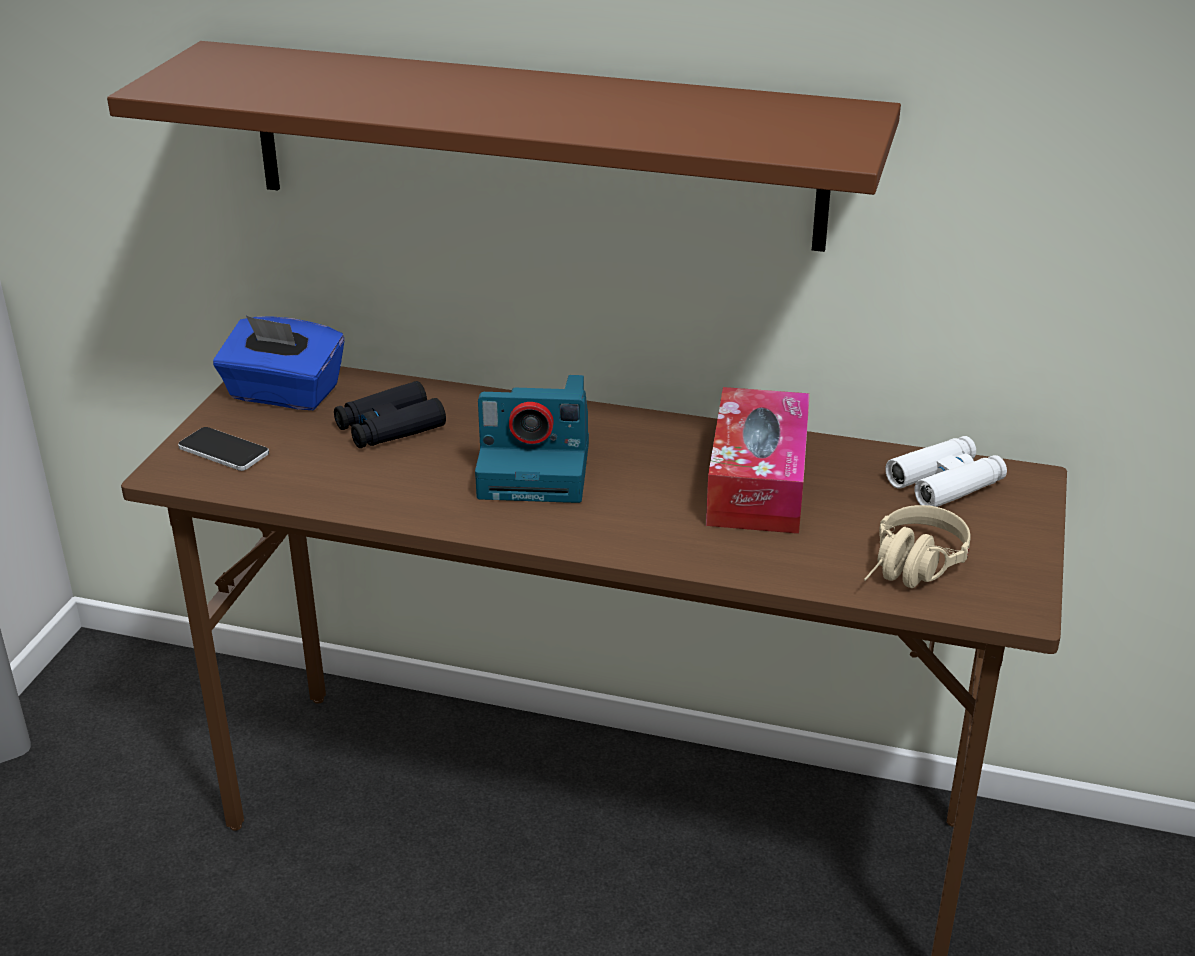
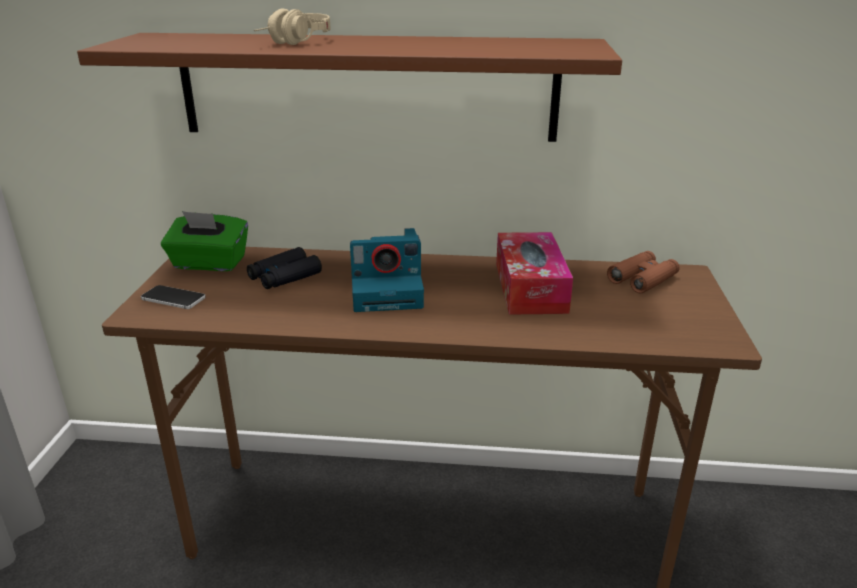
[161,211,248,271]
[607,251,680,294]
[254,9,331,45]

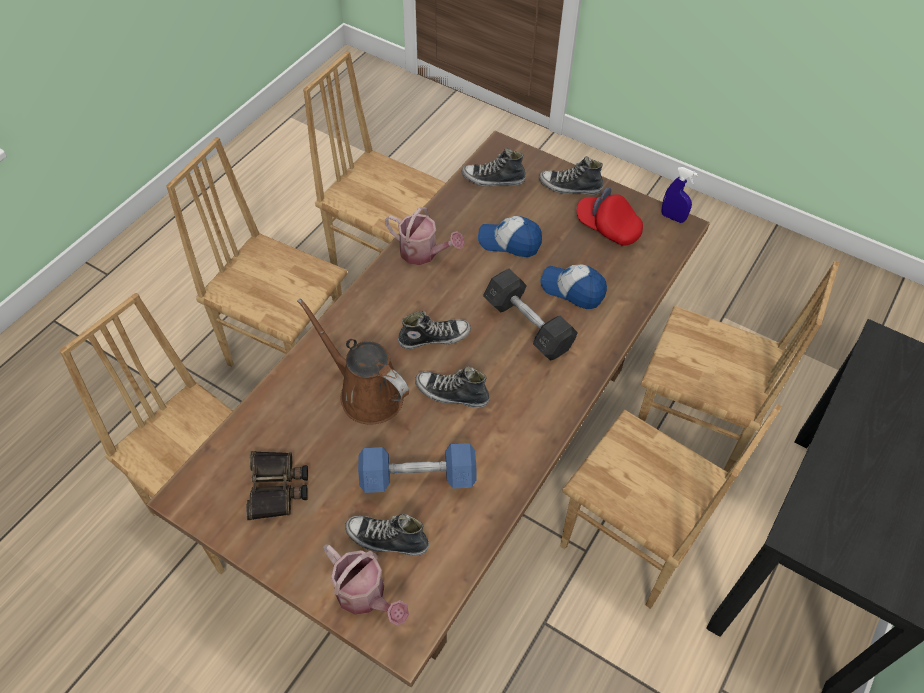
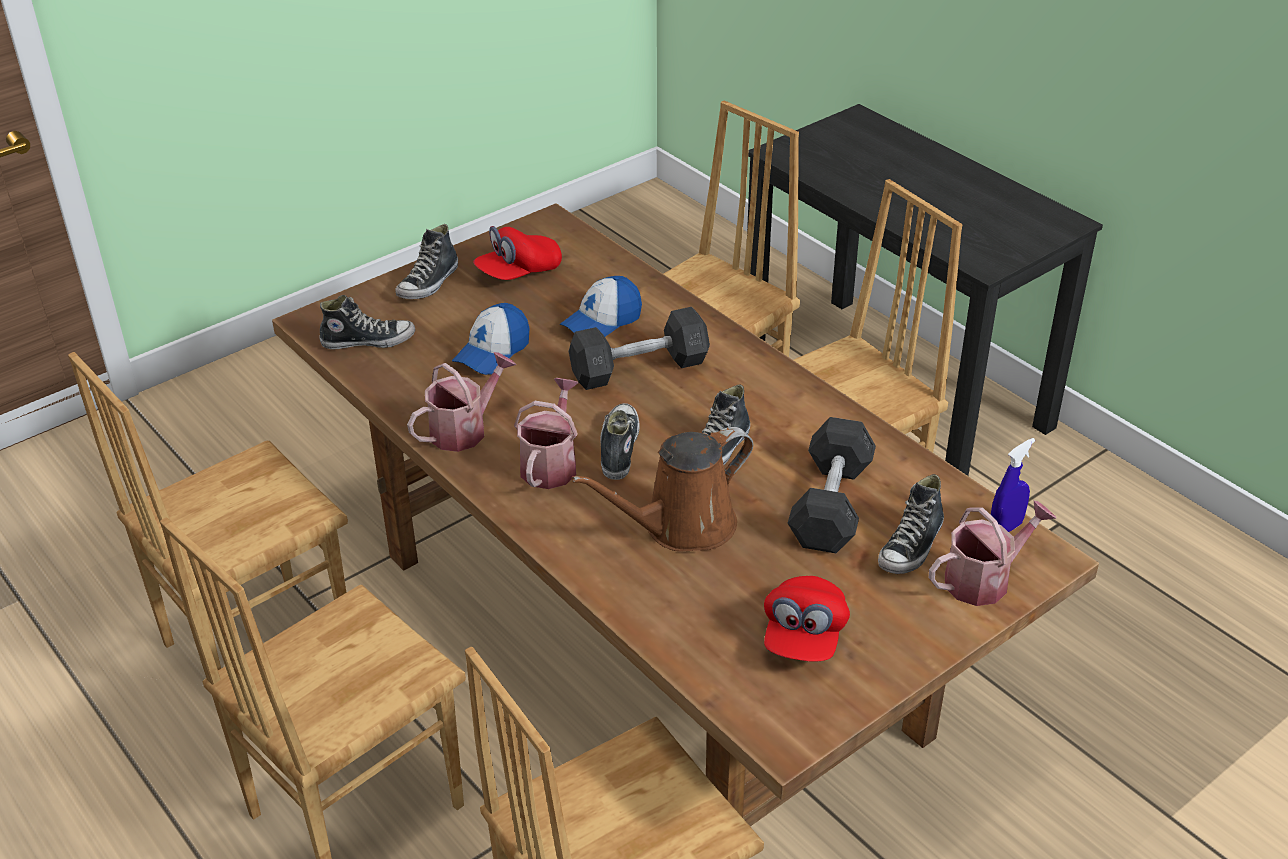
[319,295,415,349]
[991,438,1035,532]
[788,417,876,553]
[764,576,850,661]
[514,378,579,489]

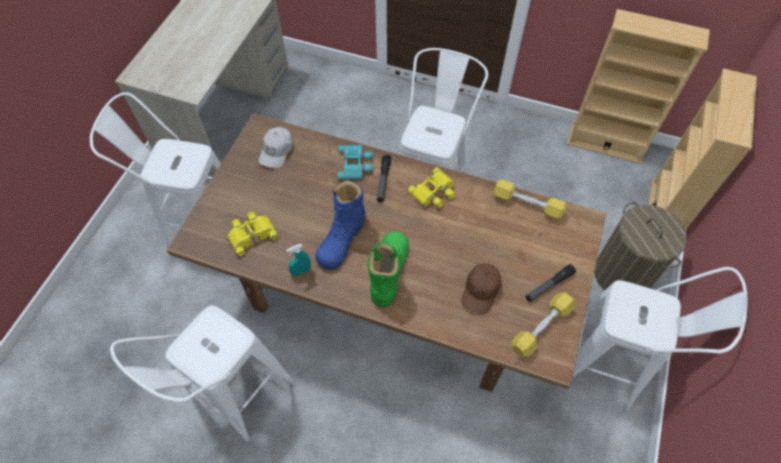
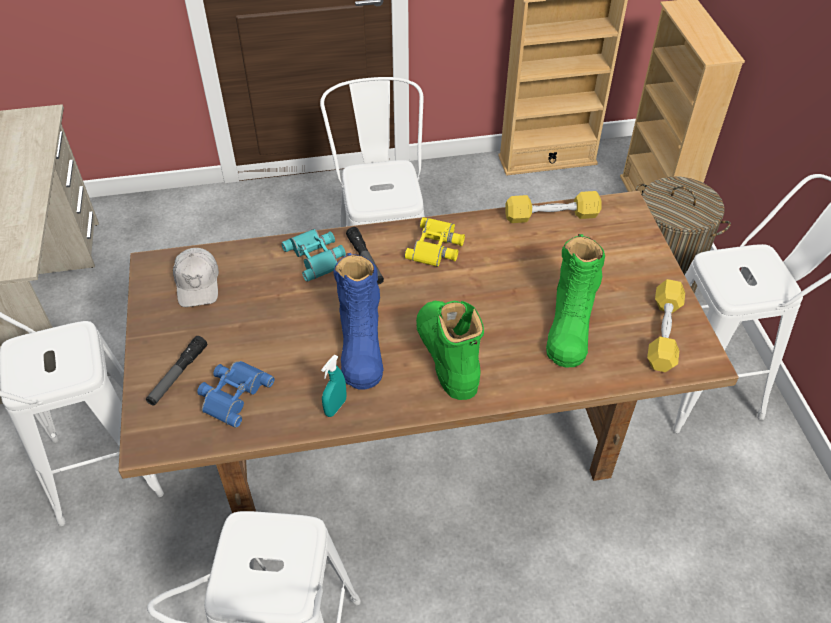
[197,361,275,428]
[546,234,605,368]
[146,336,207,406]

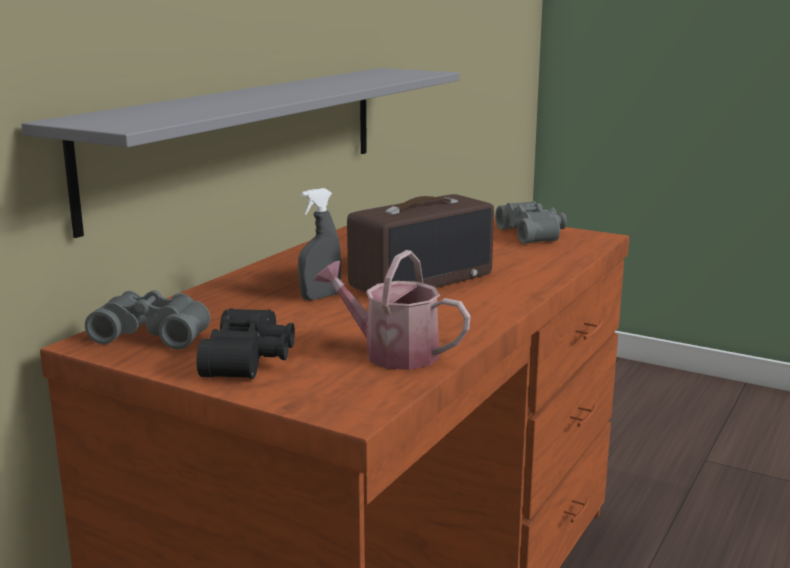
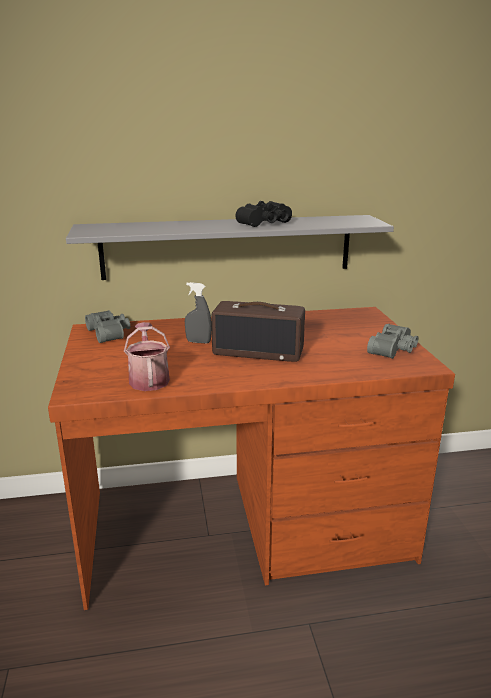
[235,201,292,227]

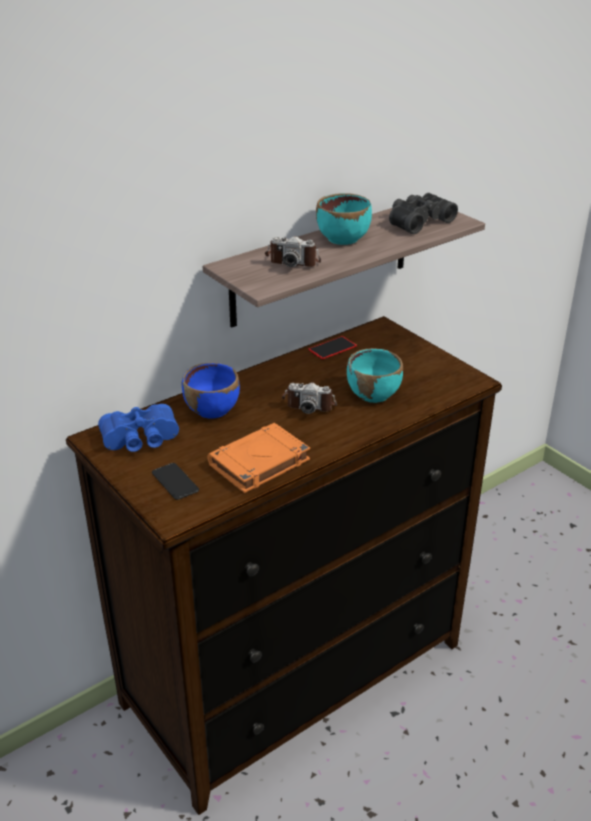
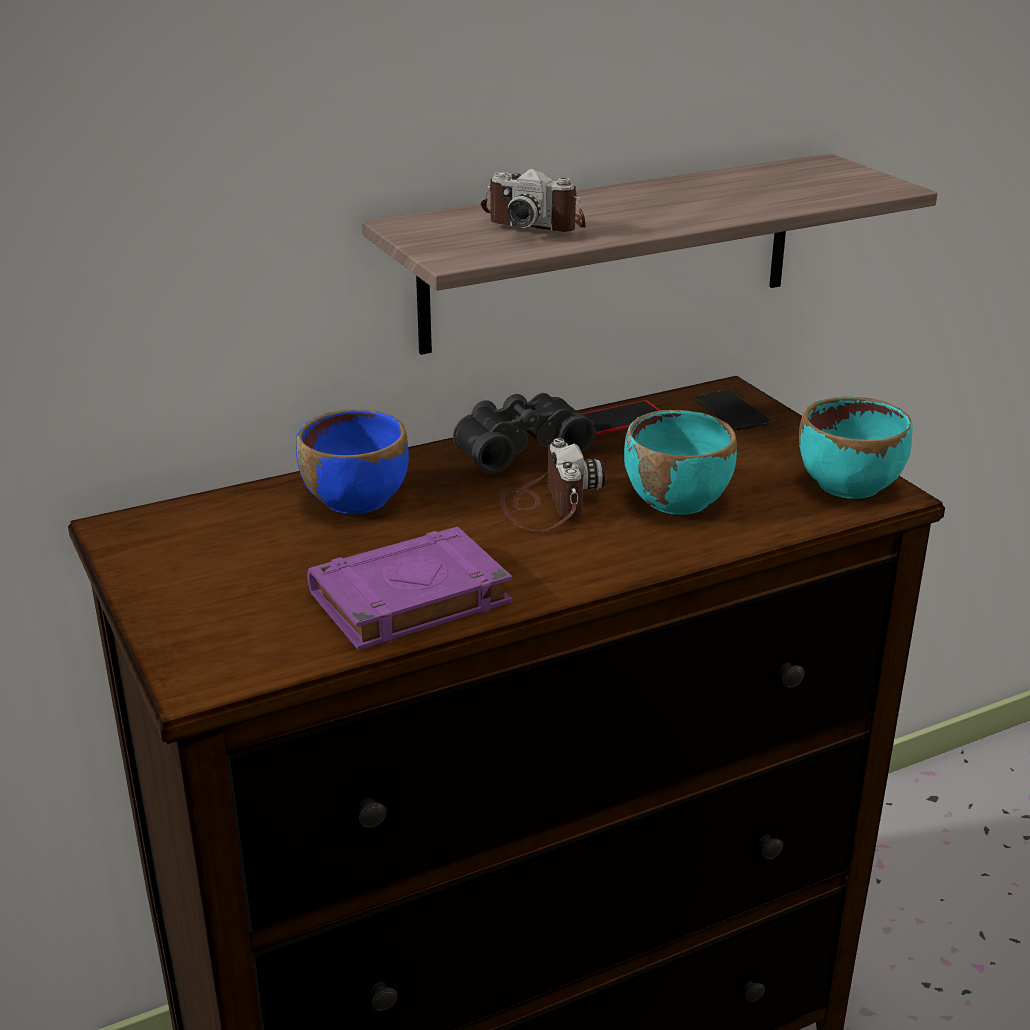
[799,396,913,499]
[453,393,595,474]
[500,438,605,532]
[98,404,179,452] (first image)
[307,527,512,650]
[694,390,771,430]

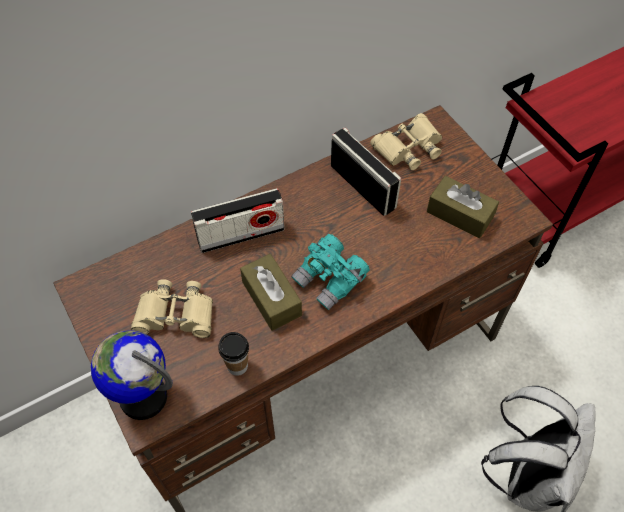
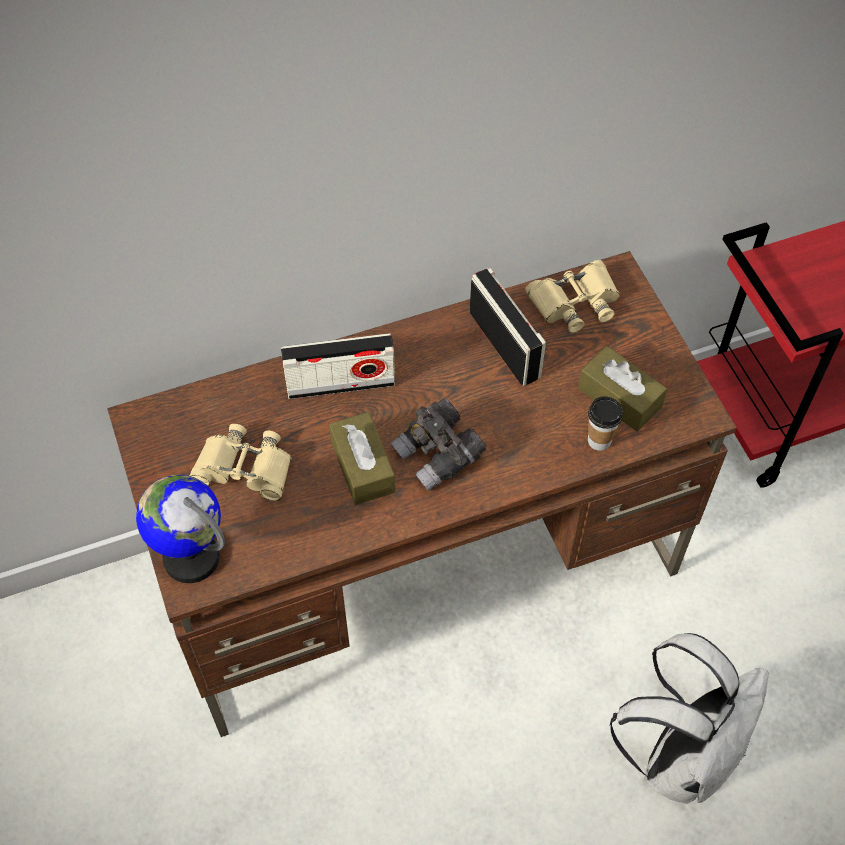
[390,398,486,491]
[588,396,623,451]

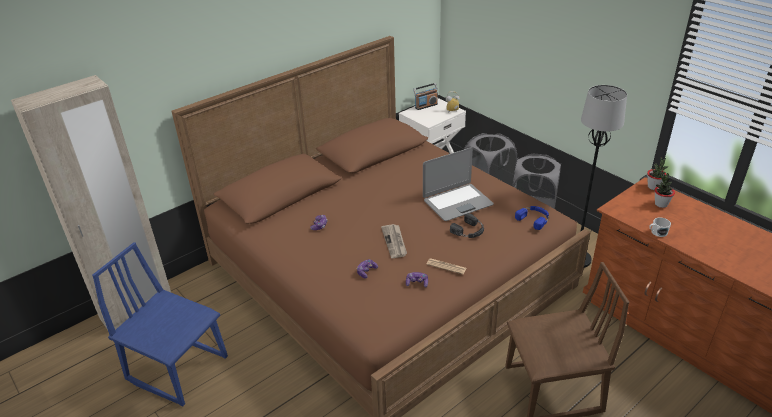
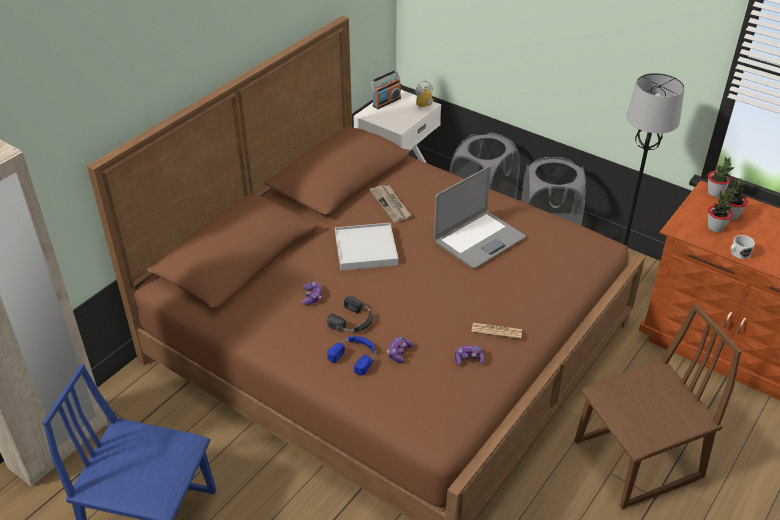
[327,336,375,375]
[327,296,373,333]
[370,185,411,222]
[708,187,733,232]
[335,223,398,271]

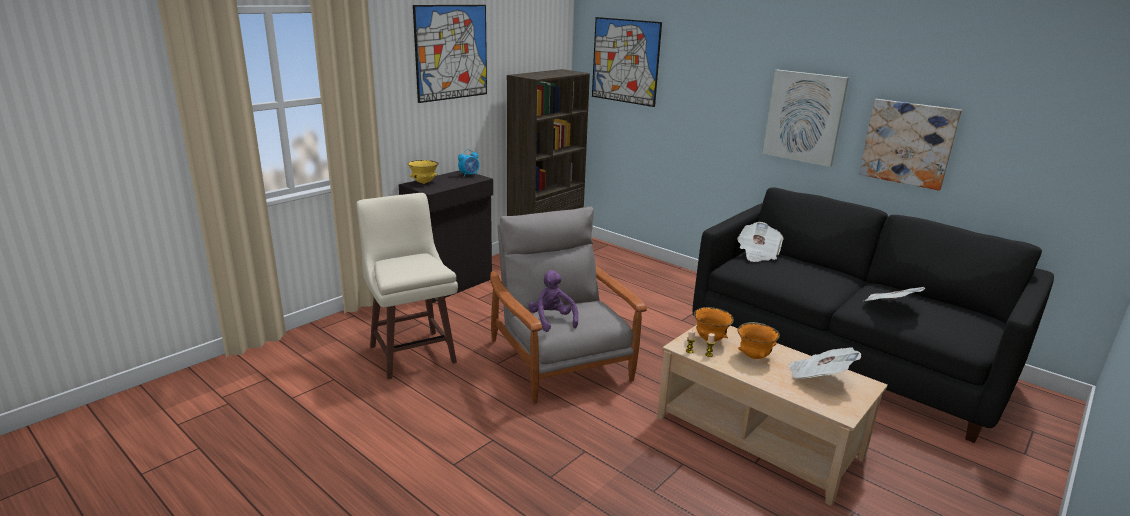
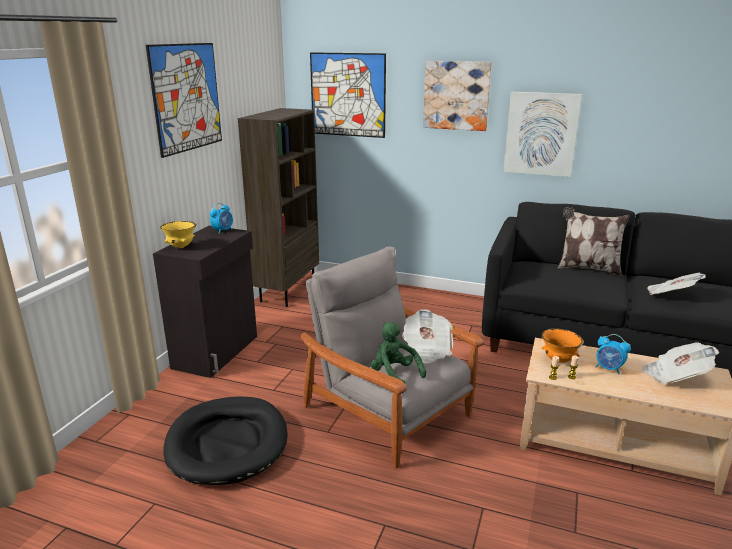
[423,61,492,131]
[163,396,288,485]
[402,309,453,364]
[371,322,426,383]
[595,334,631,374]
[558,207,629,276]

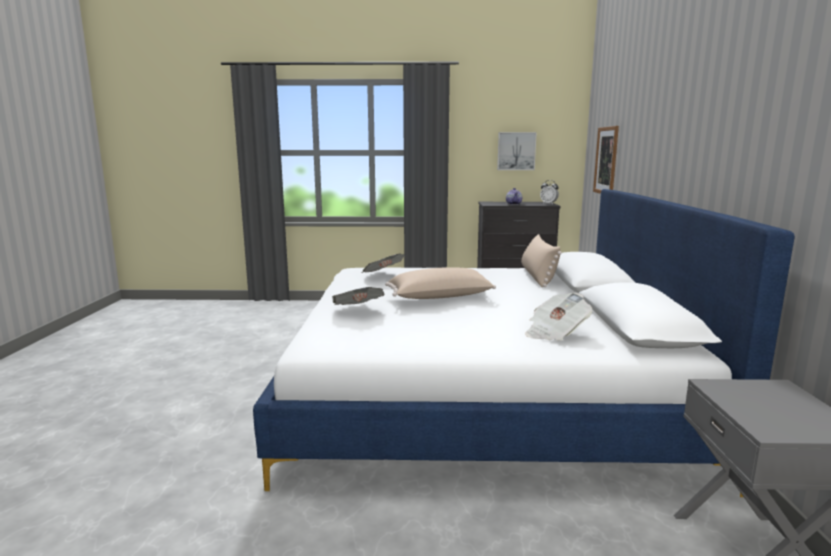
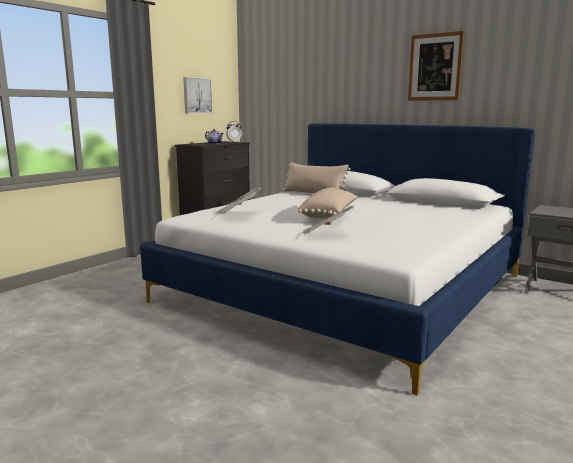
[408,31,464,101]
[525,293,592,341] (first image)

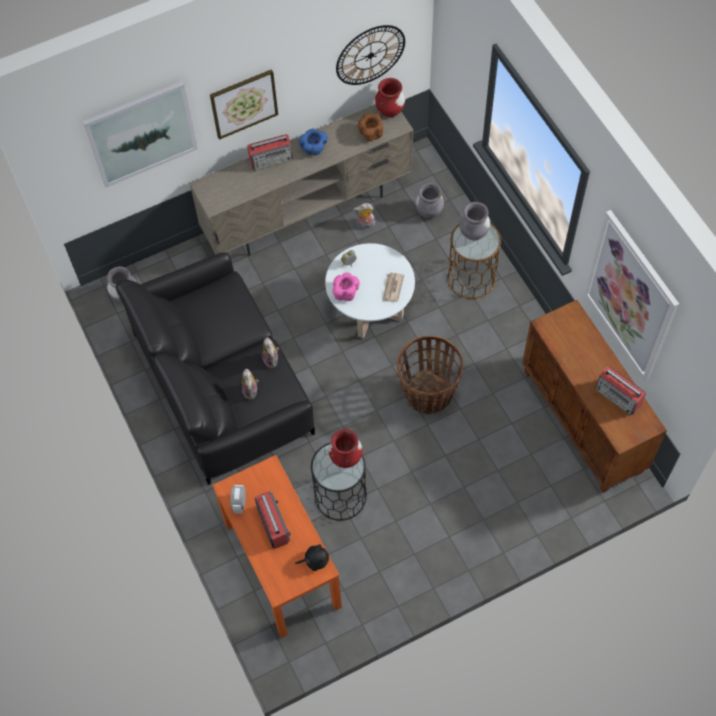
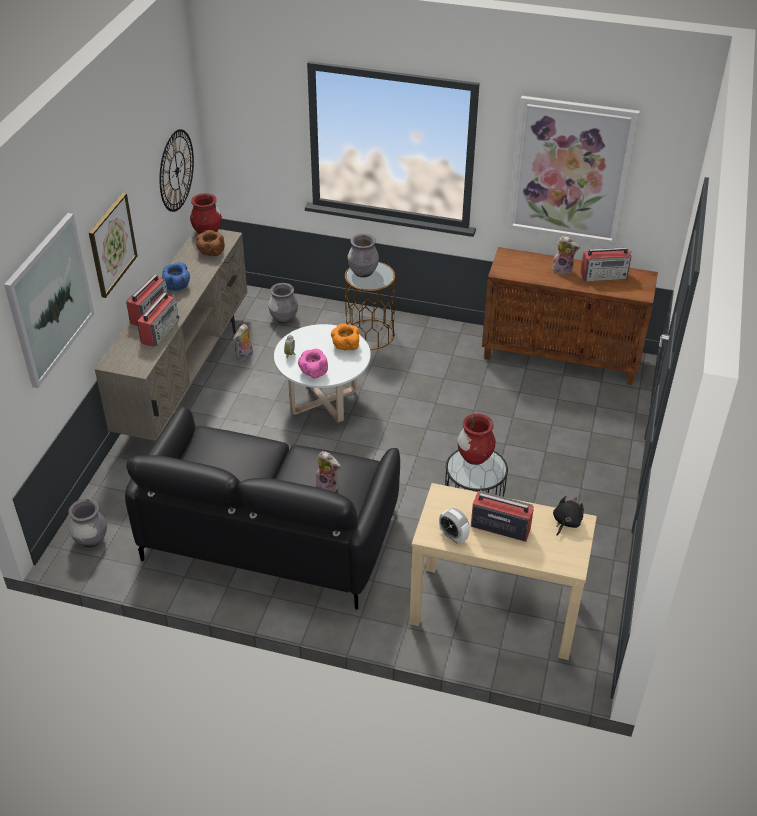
[331,323,359,351]
[397,336,464,414] (first image)
[552,235,580,275]
[409,483,597,660]
[137,292,180,347]

